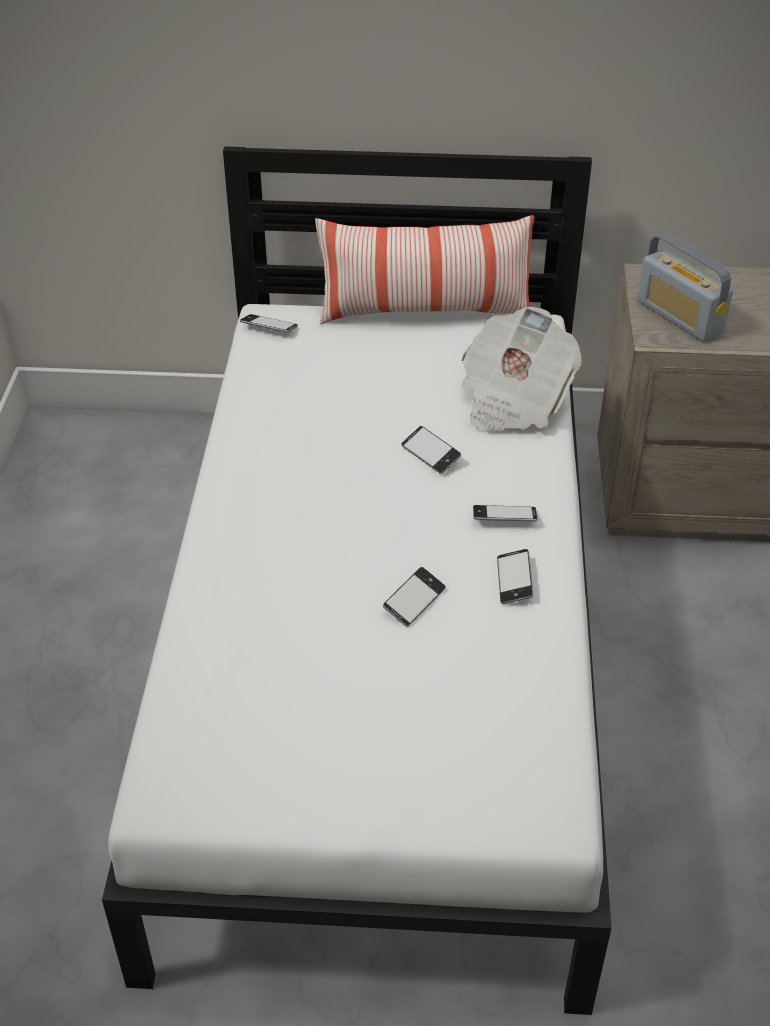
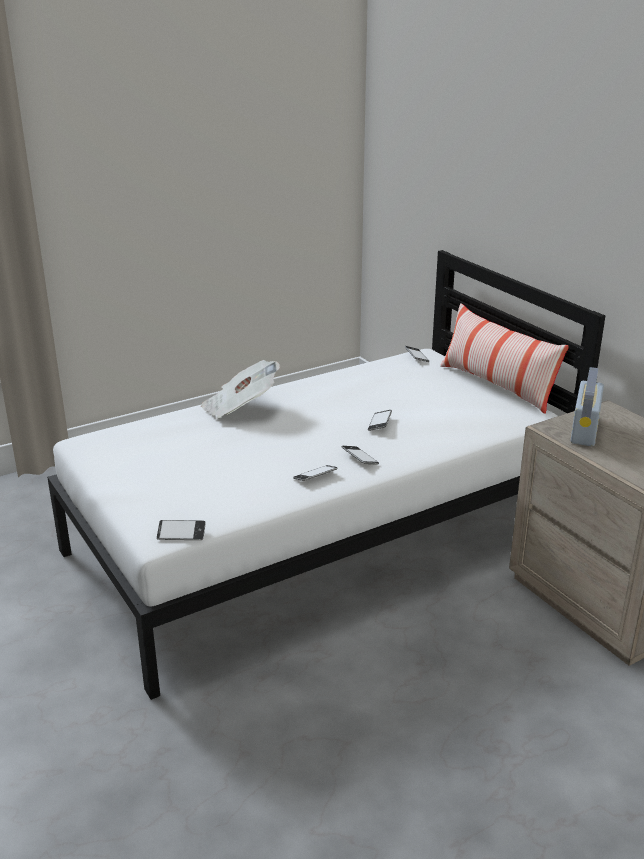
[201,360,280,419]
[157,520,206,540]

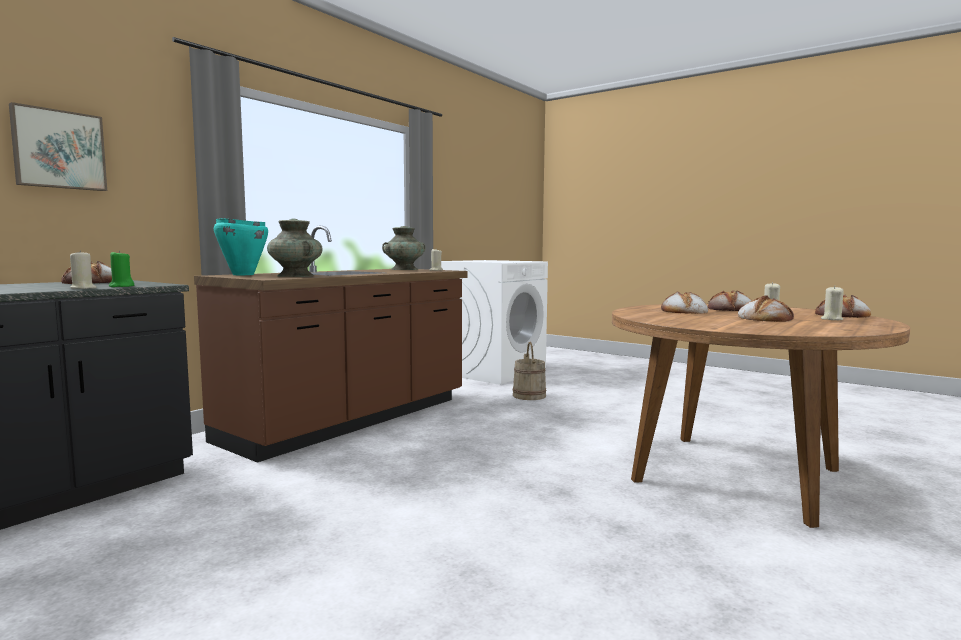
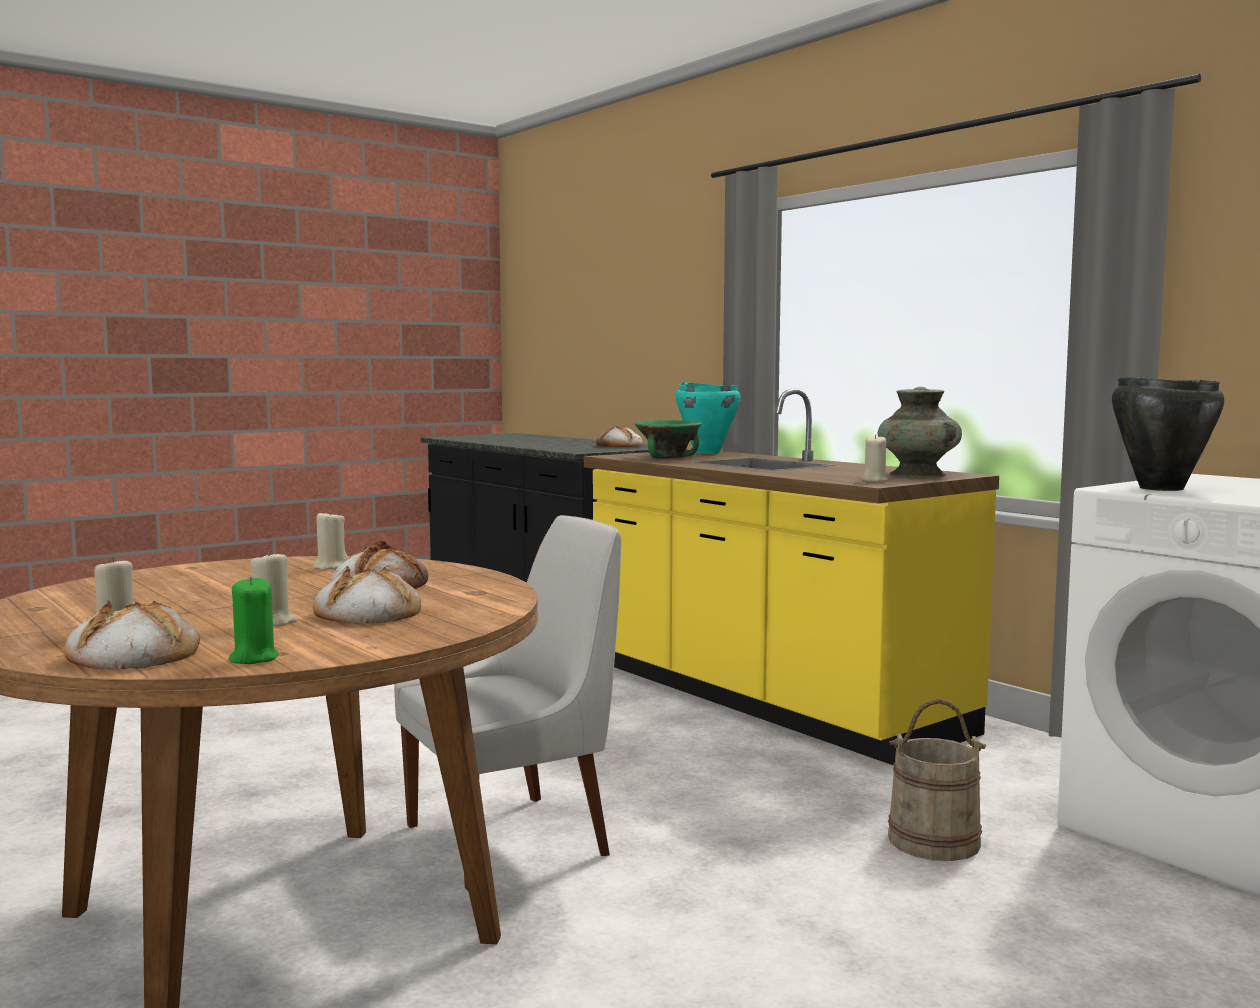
[9,102,107,191] (first image)
[635,420,702,459]
[584,388,999,766]
[313,510,348,570]
[229,576,279,664]
[738,296,794,322] (first image)
[1112,377,1224,491]
[394,515,621,891]

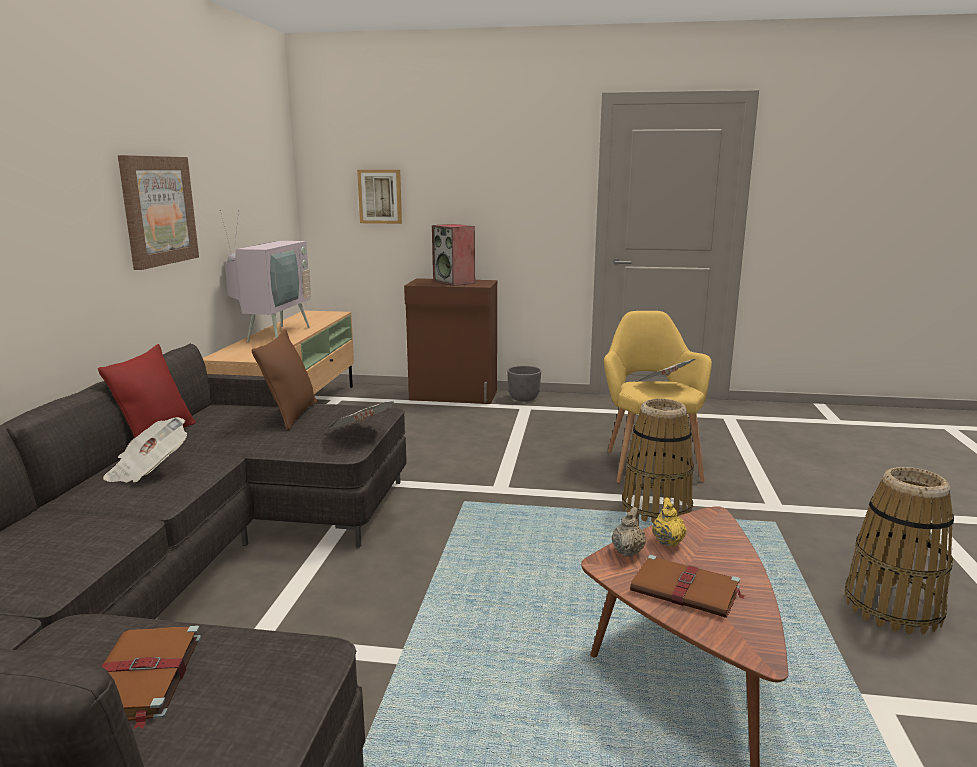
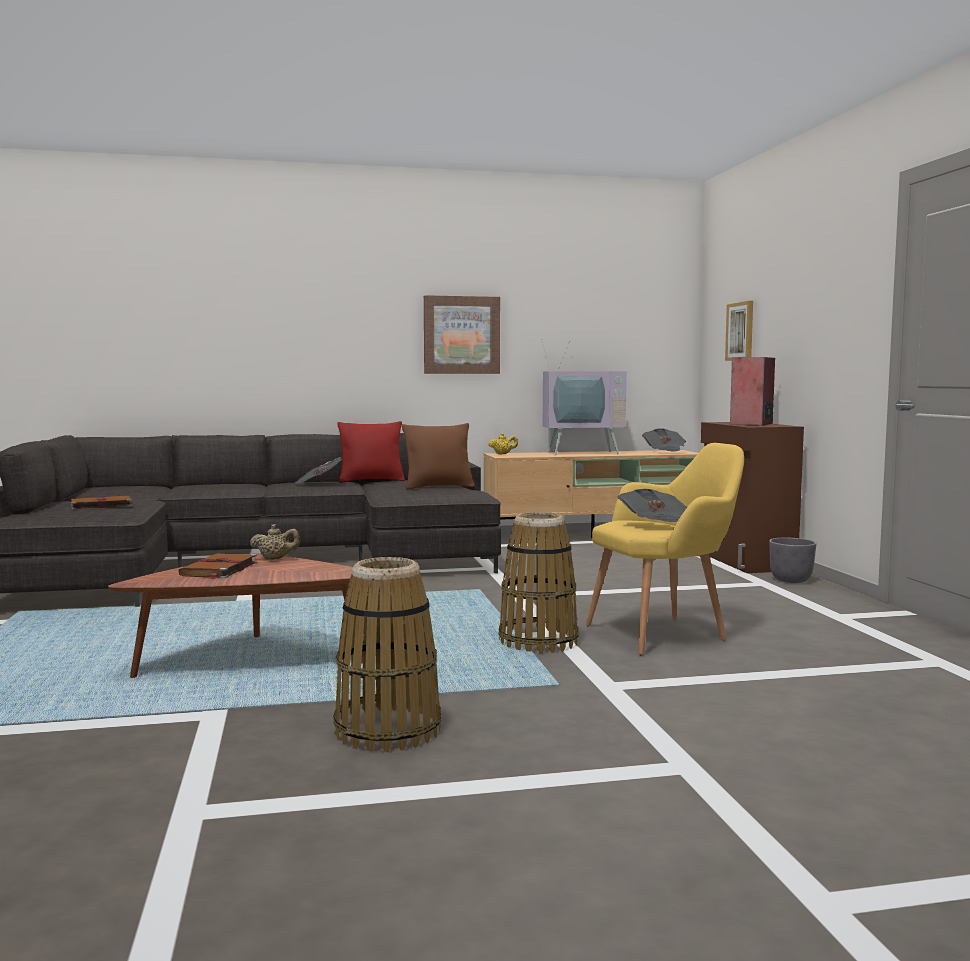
[642,428,686,451]
[488,433,518,455]

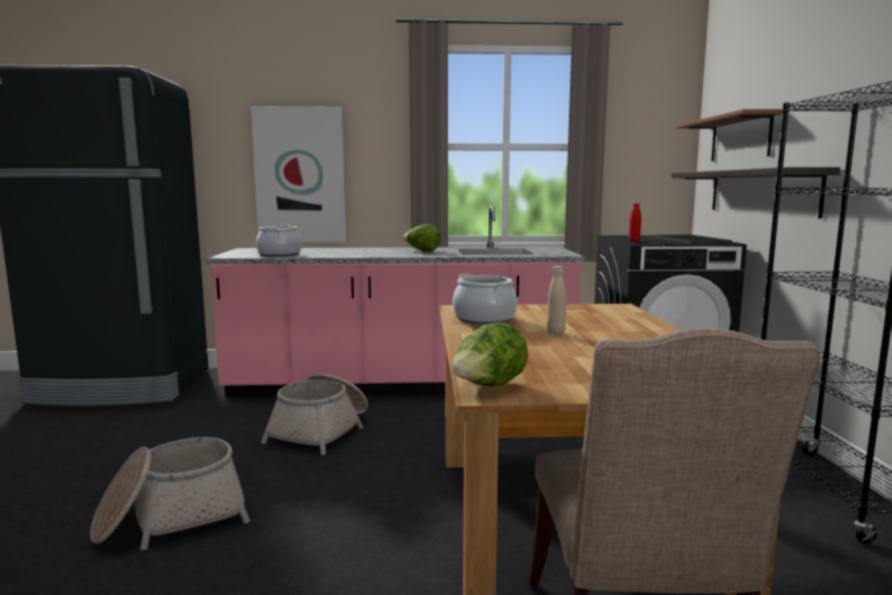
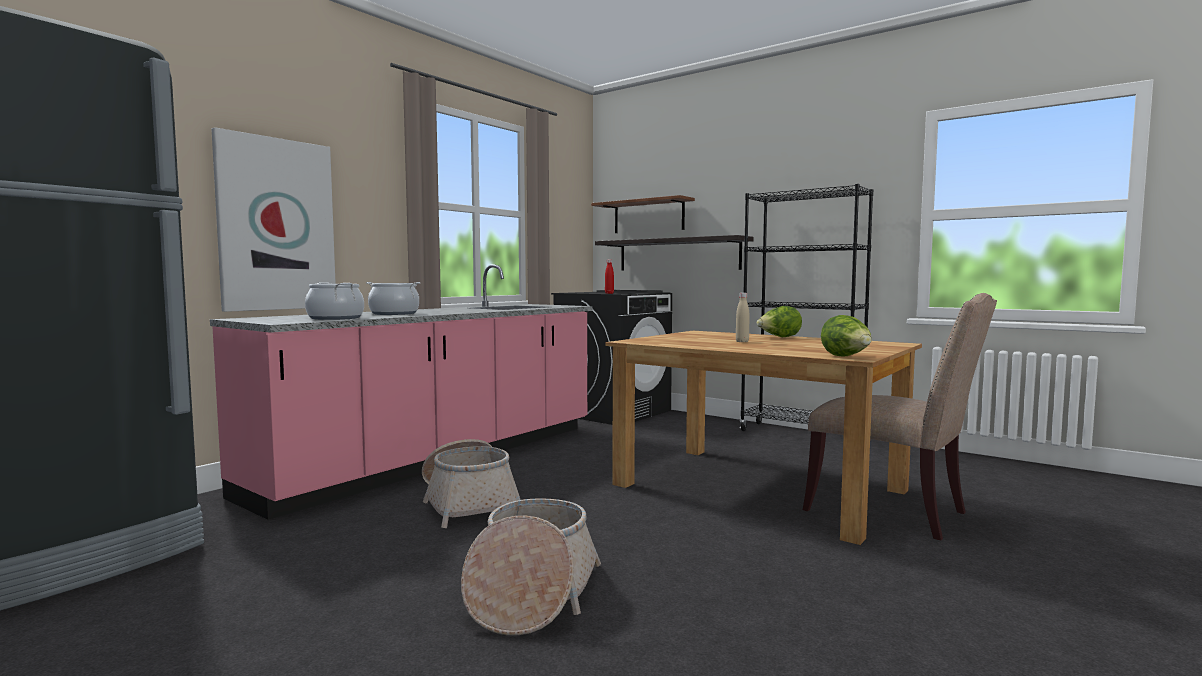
[757,306,802,337]
[366,282,420,315]

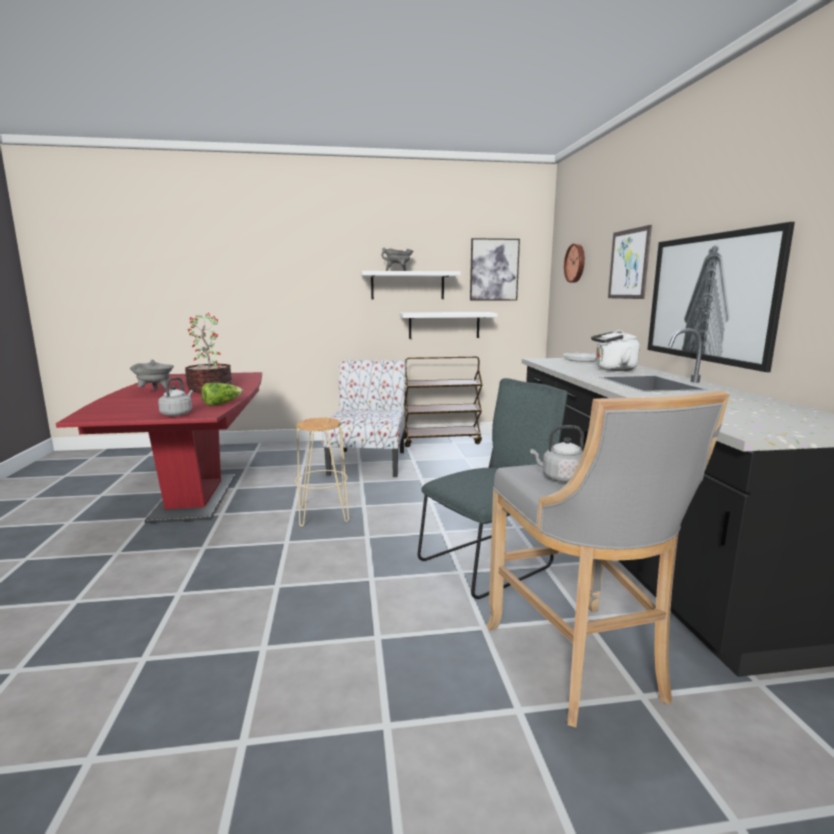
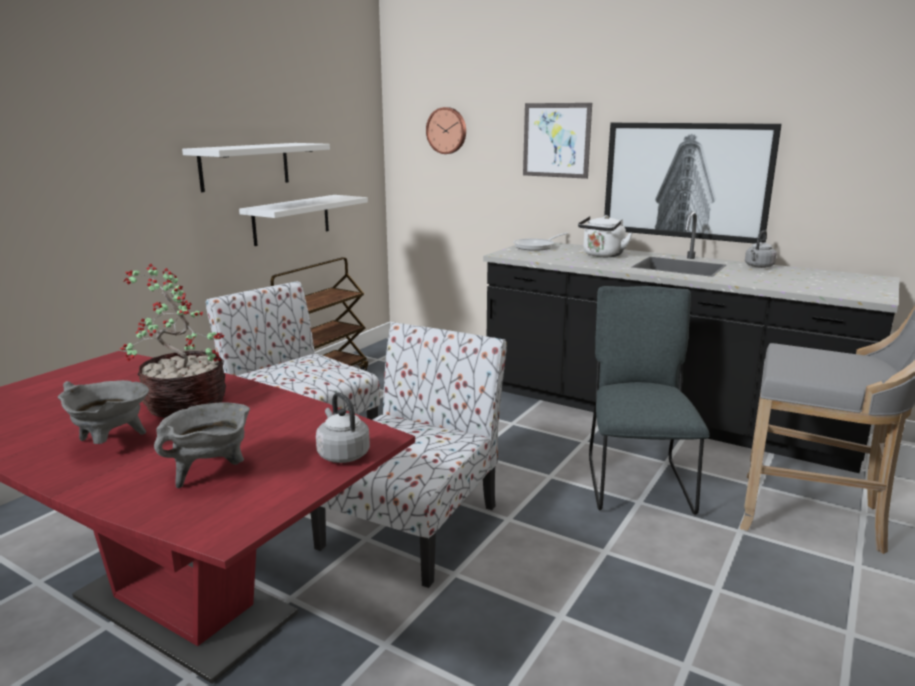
[470,238,520,300] (first image)
[154,402,250,488]
[201,383,243,406] (first image)
[311,322,507,588]
[745,230,777,268]

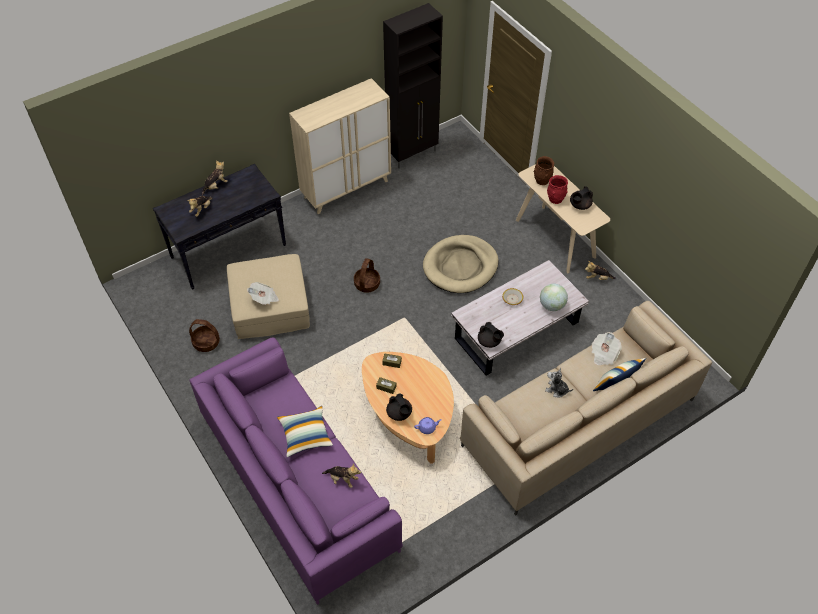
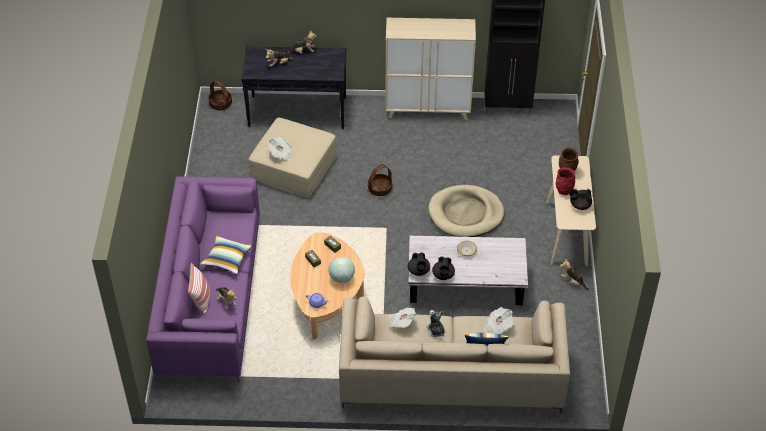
[328,257,355,283]
[208,79,232,111]
[432,257,455,280]
[188,262,210,315]
[389,308,417,328]

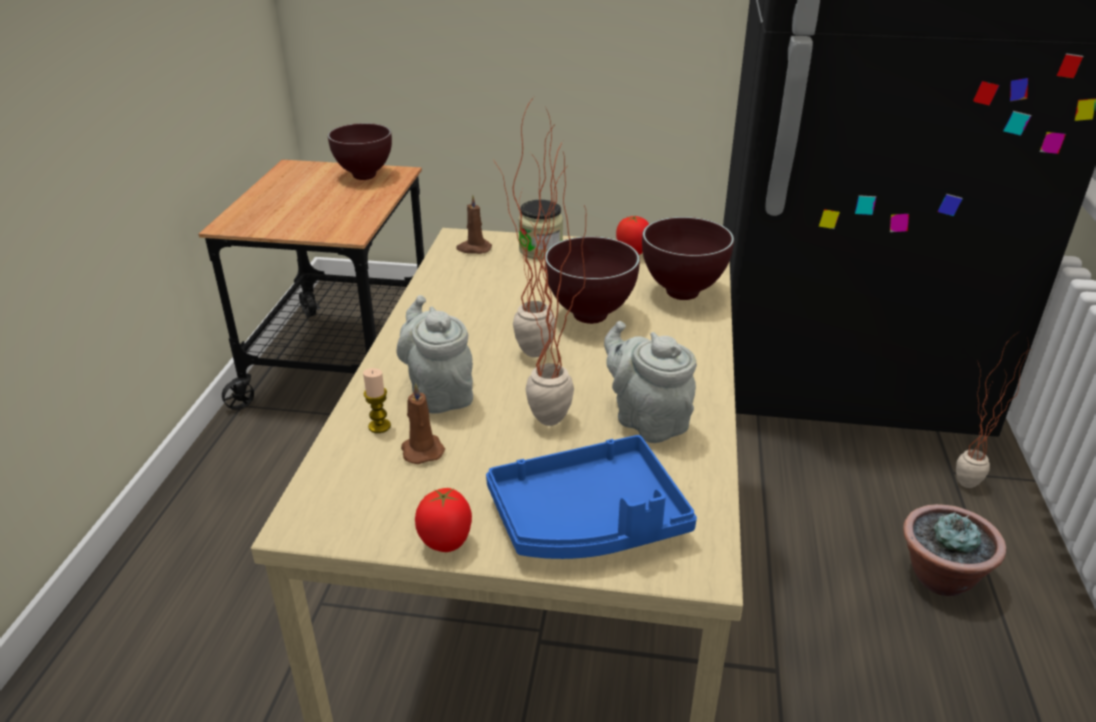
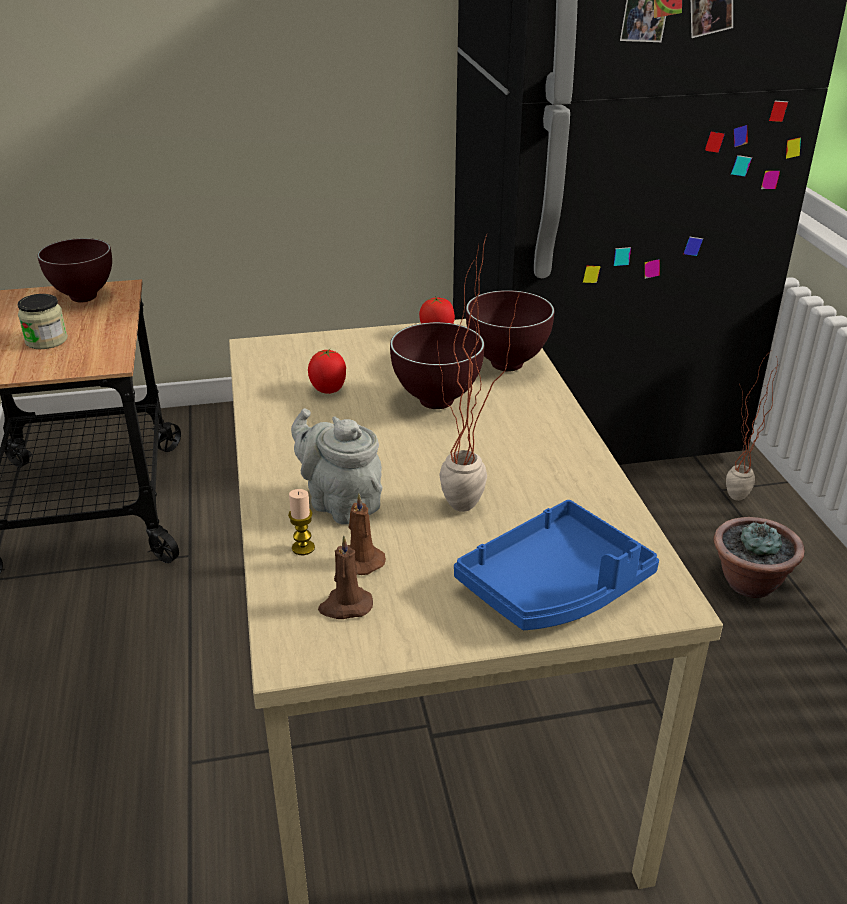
[494,97,557,357] (first image)
[318,535,373,619]
[17,294,68,349]
[604,321,697,443] (first image)
[308,349,346,394]

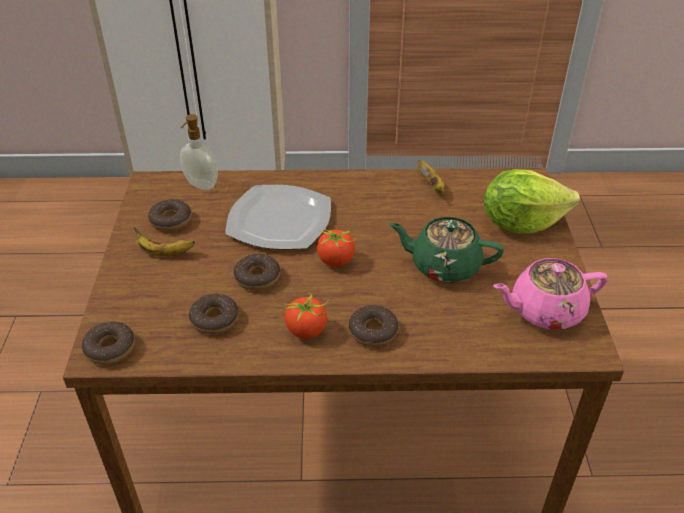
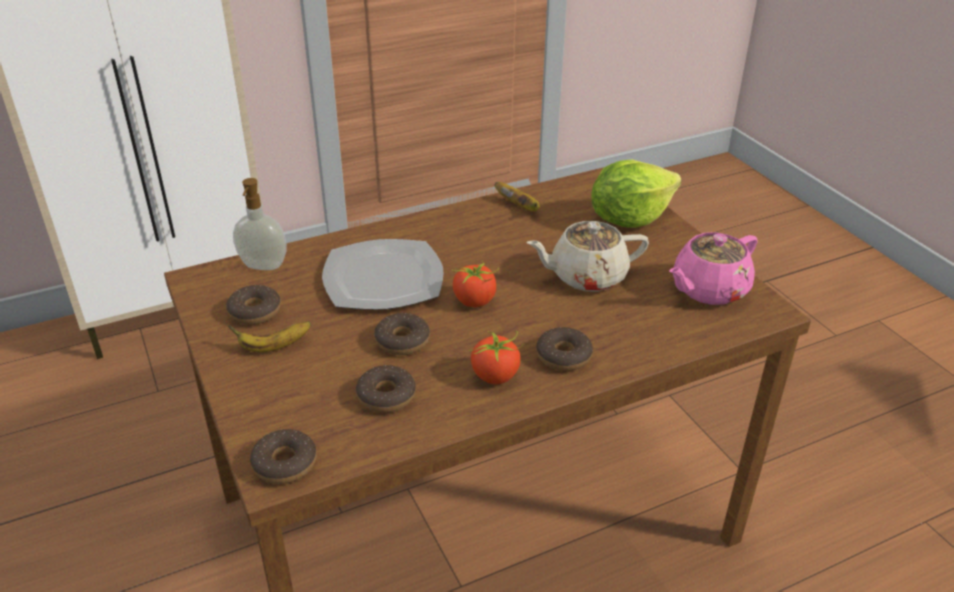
[526,221,649,291]

